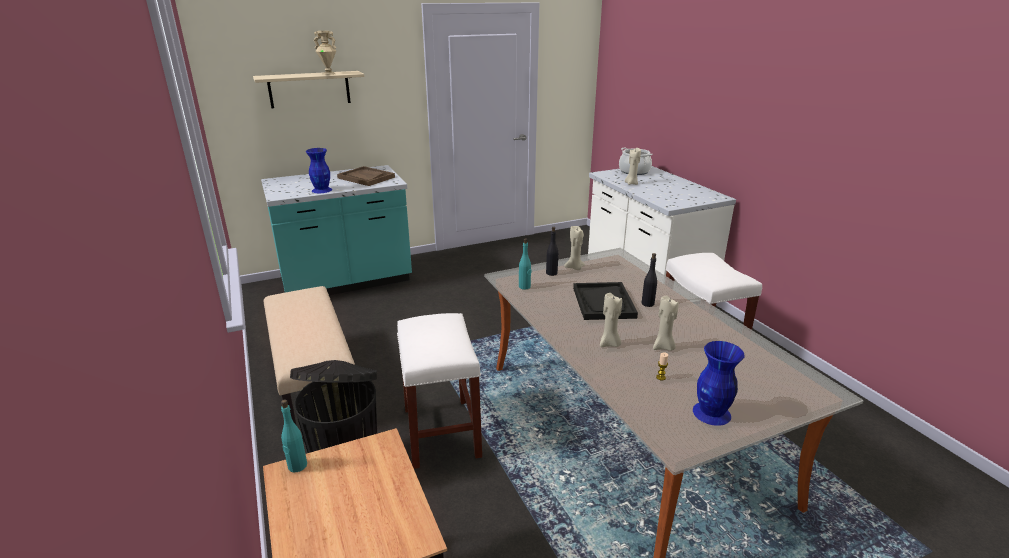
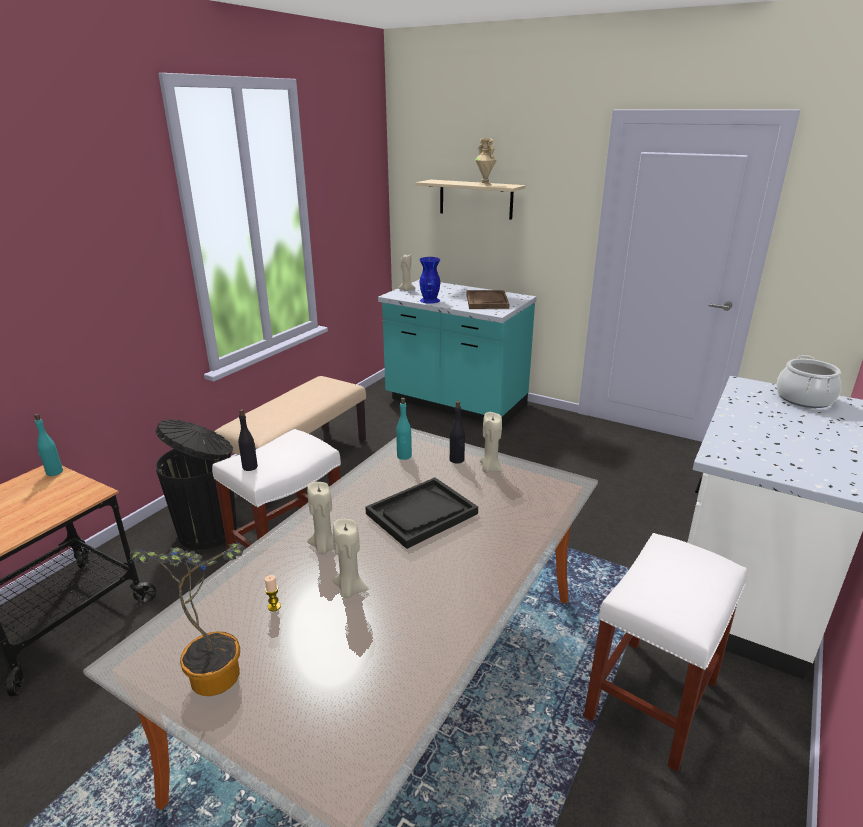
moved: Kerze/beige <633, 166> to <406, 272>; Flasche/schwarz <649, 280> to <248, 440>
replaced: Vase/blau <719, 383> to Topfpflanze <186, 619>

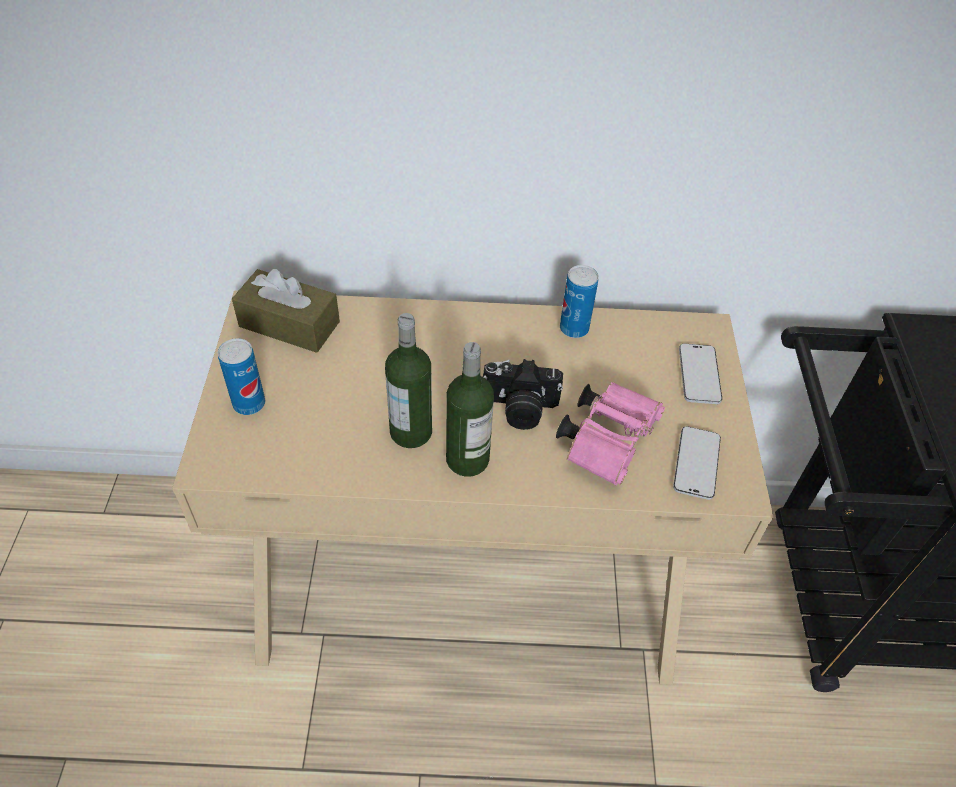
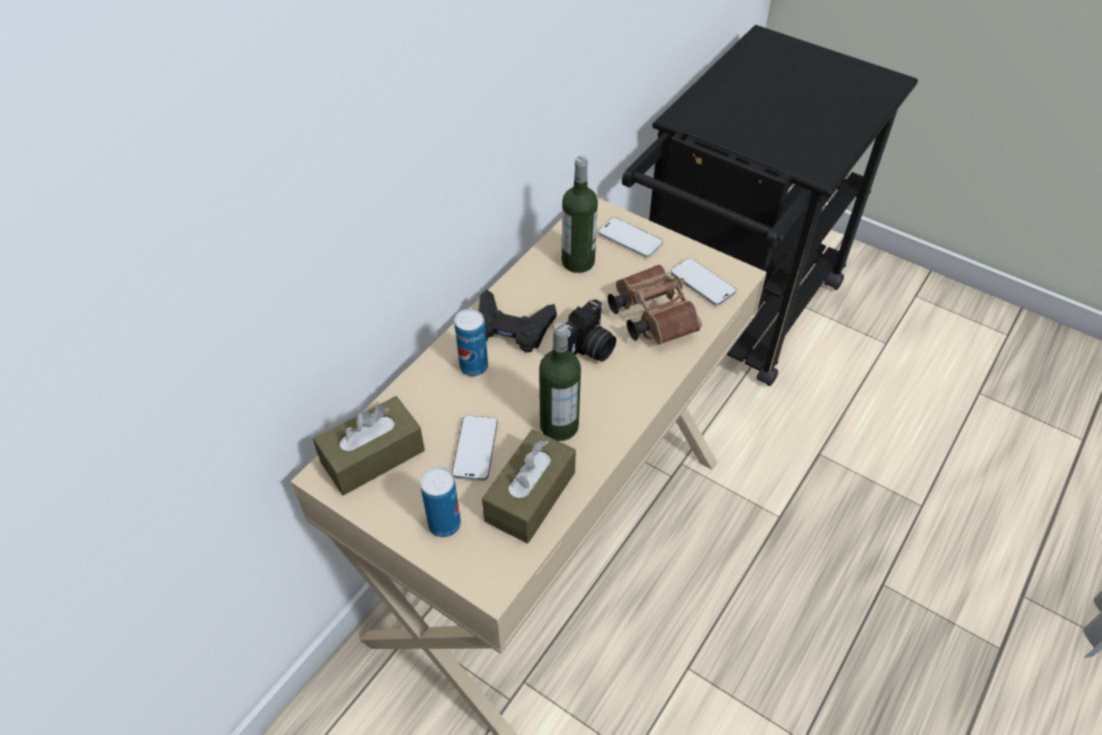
added: Gamepad/schwarz <517, 320>; Handy <475, 448>; Taschentuchbox/braun <529, 486>
moved: Dose <579, 301> to <471, 342>; Flasche <470, 409> to <580, 214>
recoloured: Fernglas/rosa <610, 434> to Fernglas/braun <655, 305>

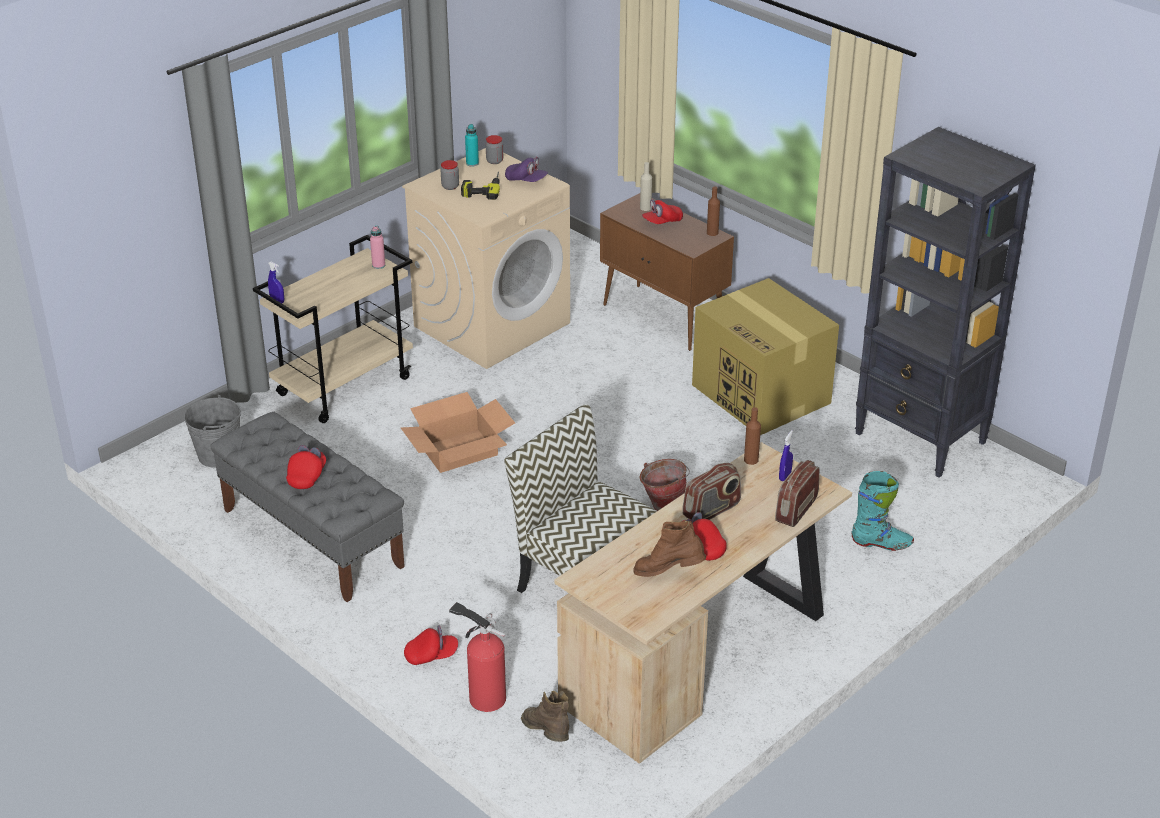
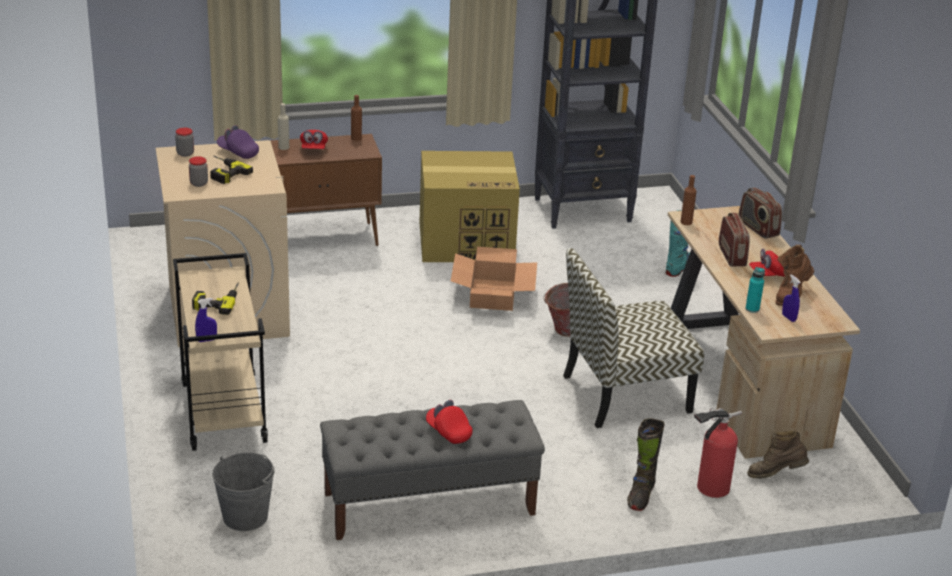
removed: Flasche/rosa <377, 247>
added: Bohrmaschine <215, 299>
moved: Flasche/türkis <472, 145> to <755, 290>; Karton <458, 432> to <494, 279>; Sprühflasche/blau <786, 455> to <791, 298>
replaced: Kappe/rot <431, 645> to Stiefel/schwarz <646, 464>
turned: Kappe/lila <526, 169> = <238, 142> 120 degrees counterclockwise

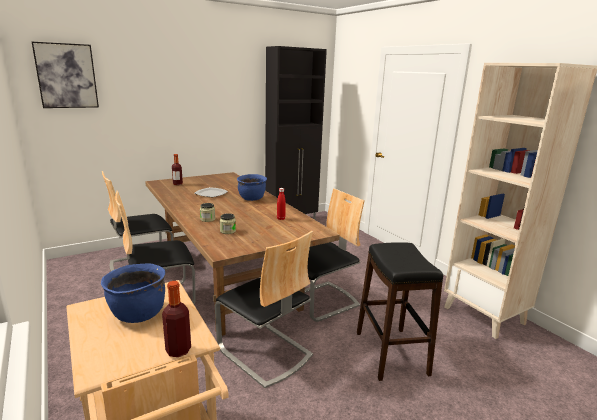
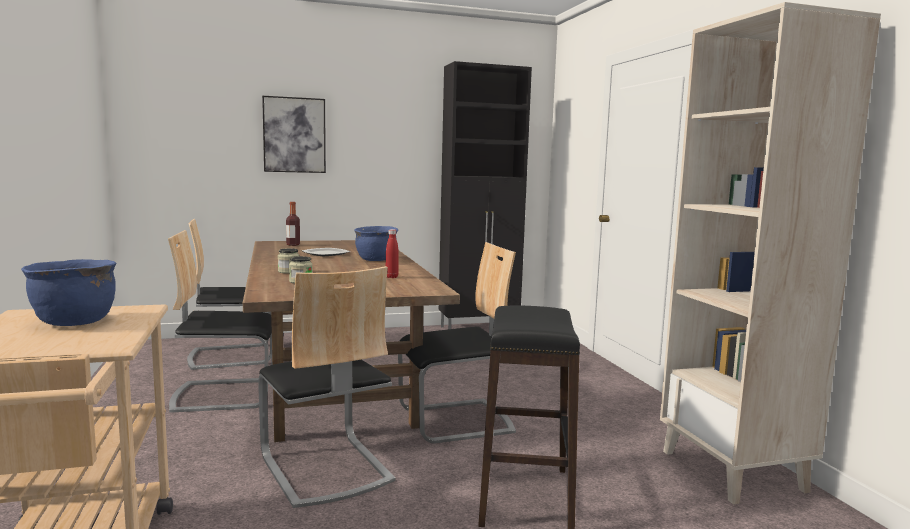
removed: Flasche <176, 319>
moved: Bild <65, 74> to <294, 134>

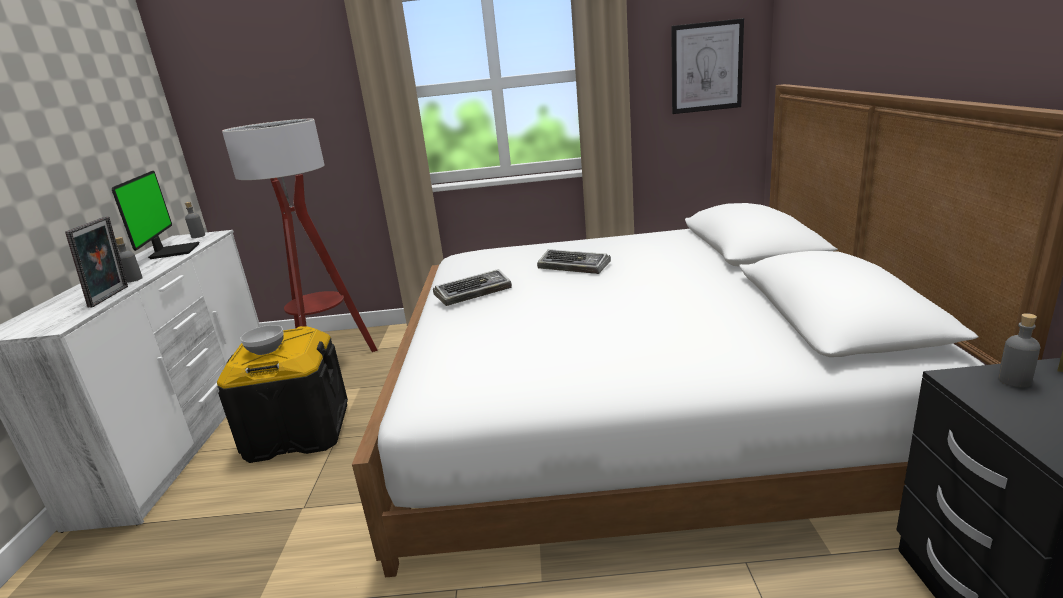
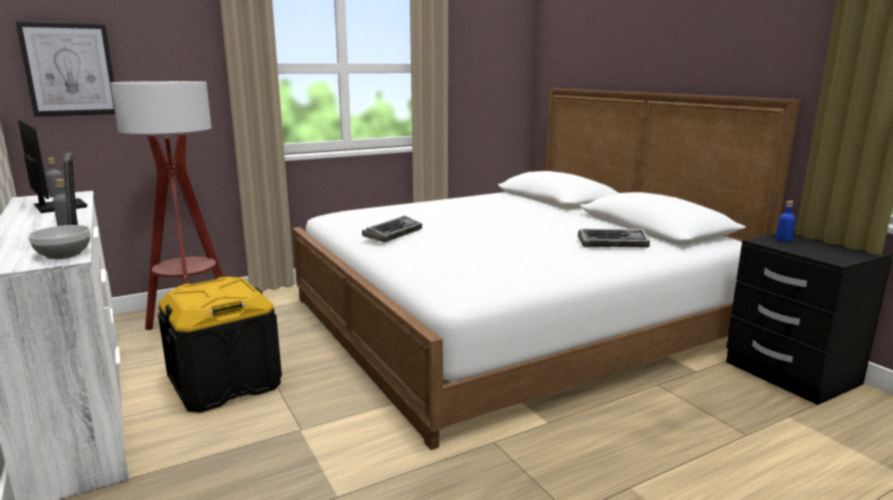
moved: Bild <707, 66> to <65, 69>; Tastatur <574, 261> to <614, 238>; Schüssel <262, 340> to <59, 242>
recoloured: Flasche/grau <1019, 350> to Flasche/blau <786, 221>

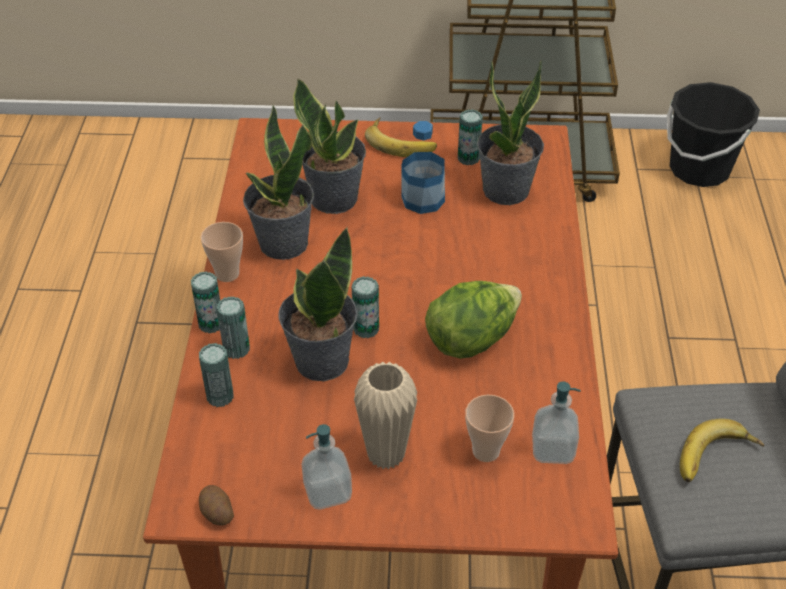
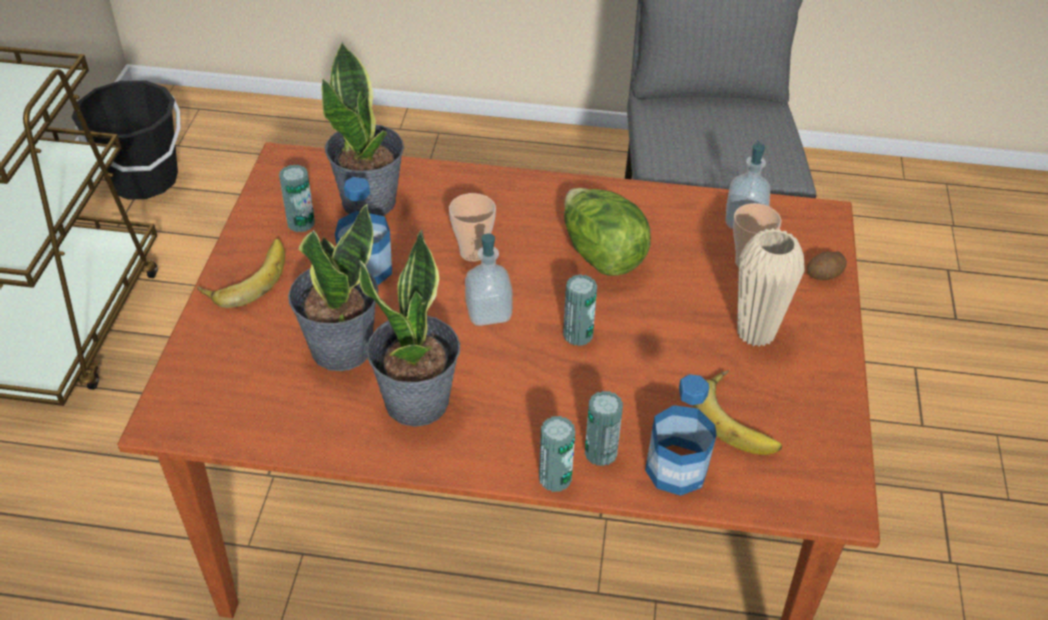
removed: Topfpflanze <318, 304>
moved: Tasse <222, 252> to <472, 227>; Banane <722, 450> to <737, 412>; Seifenspender <327, 467> to <489, 280>; Kartoffel <216, 505> to <827, 265>
replaced: Dose <216, 375> to Flasche <681, 435>

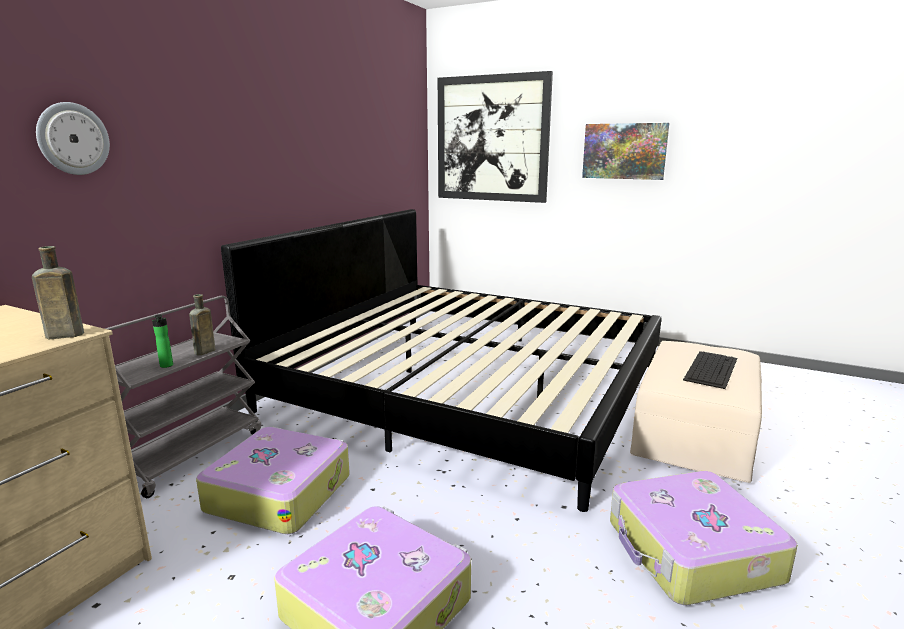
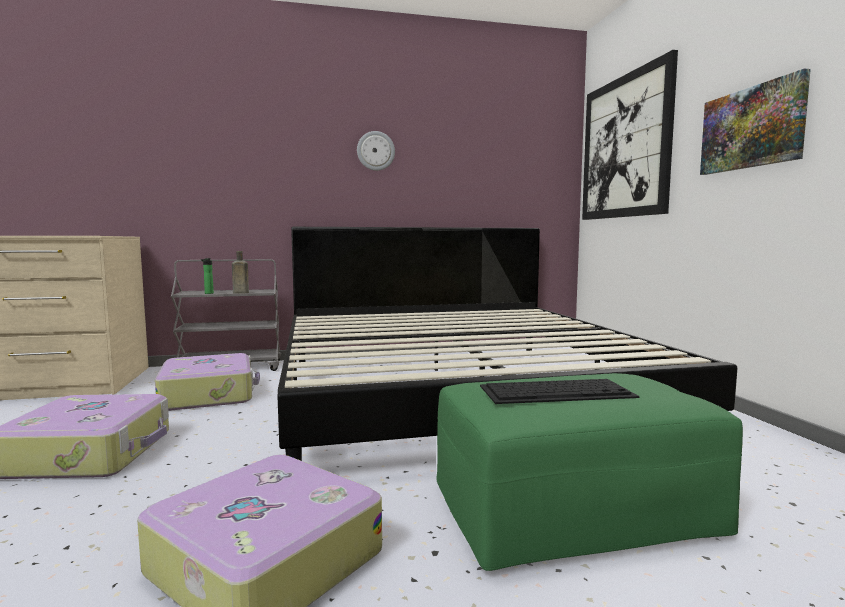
removed: Flasche/braun <58, 292>
moved: Wanduhr <73, 138> to <376, 151>
recoloured: Polsterhocker/beige <696, 412> to Polsterhocker/grün <589, 472>

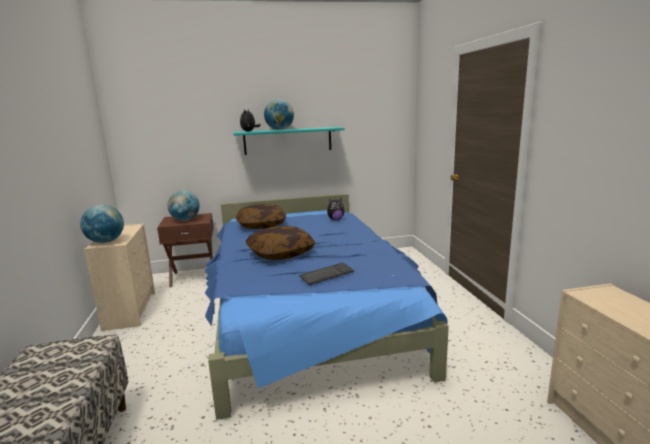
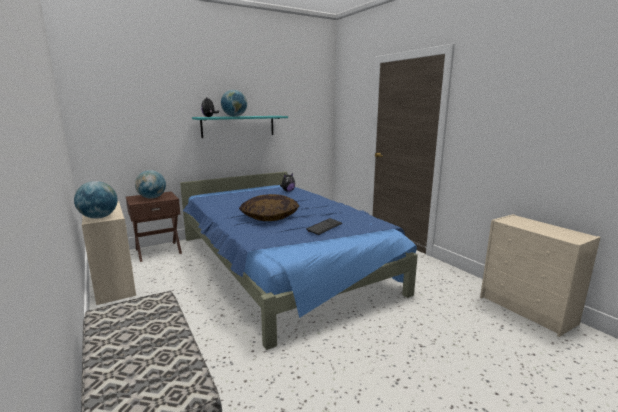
removed: Kissen <261, 216>

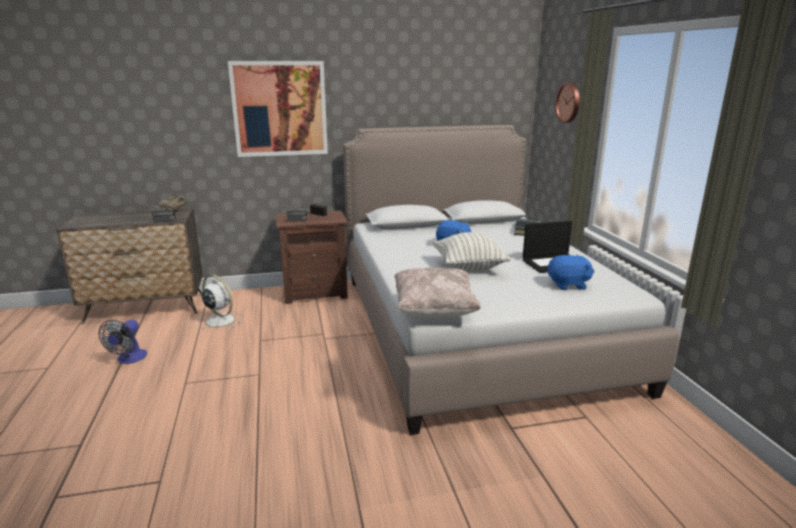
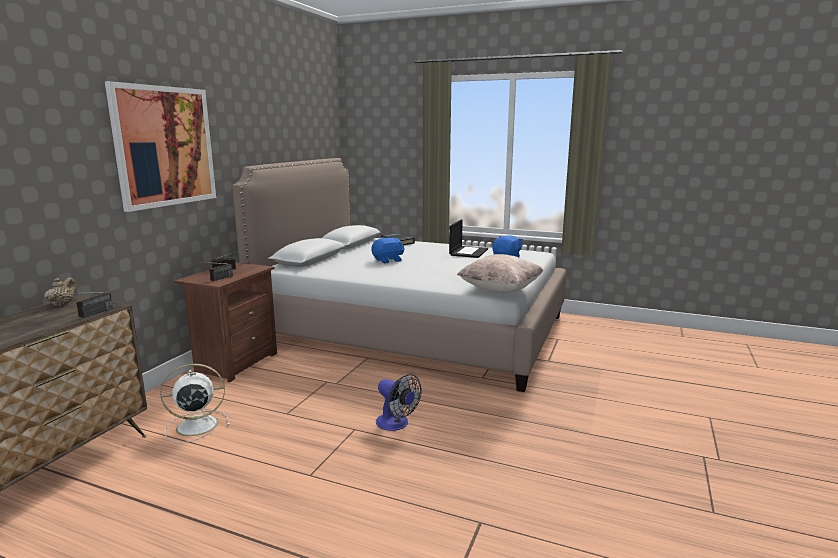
removed: Wanduhr <567, 103>; Kissen <472, 252>
moved: Ventilator <122, 342> to <398, 402>

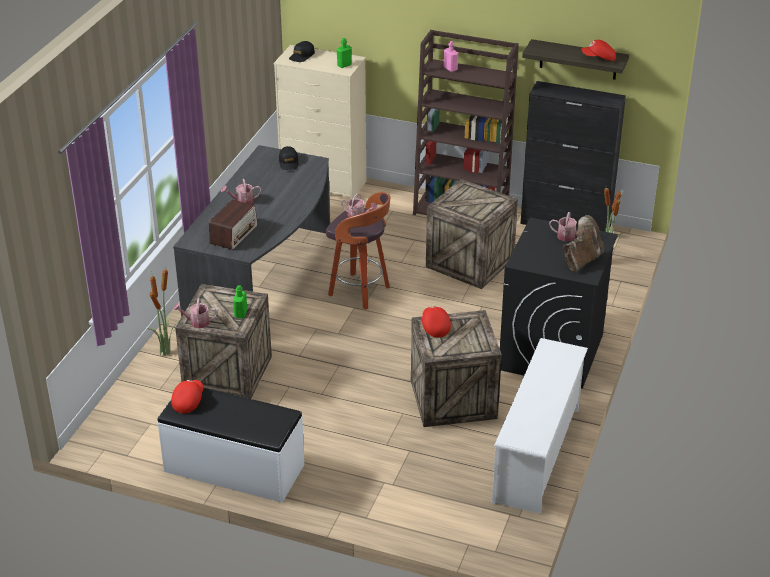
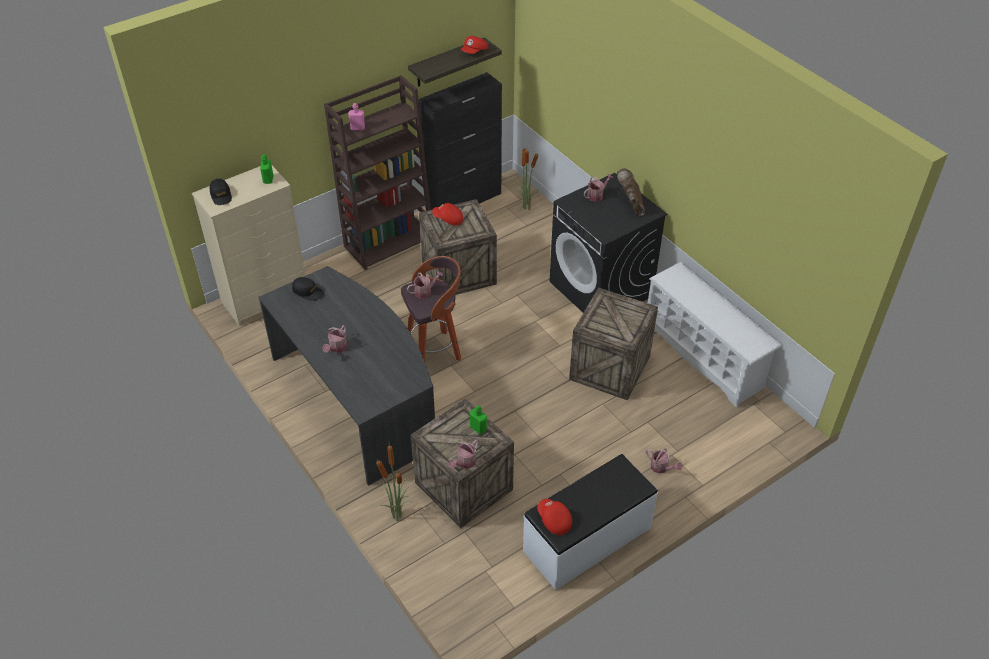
removed: Radio <233, 225>
added: Gießkanne <664, 461>
moved: Kappe/rot <436, 322> to <447, 214>

